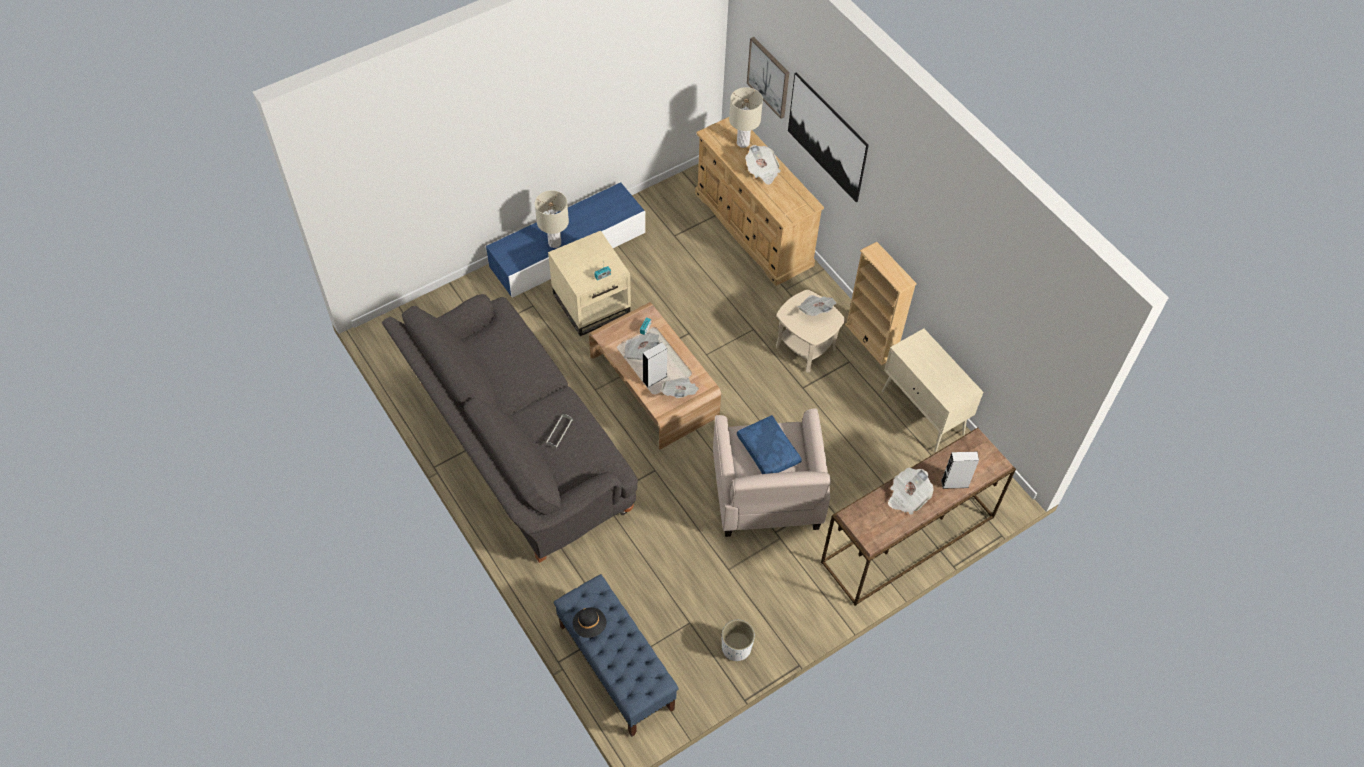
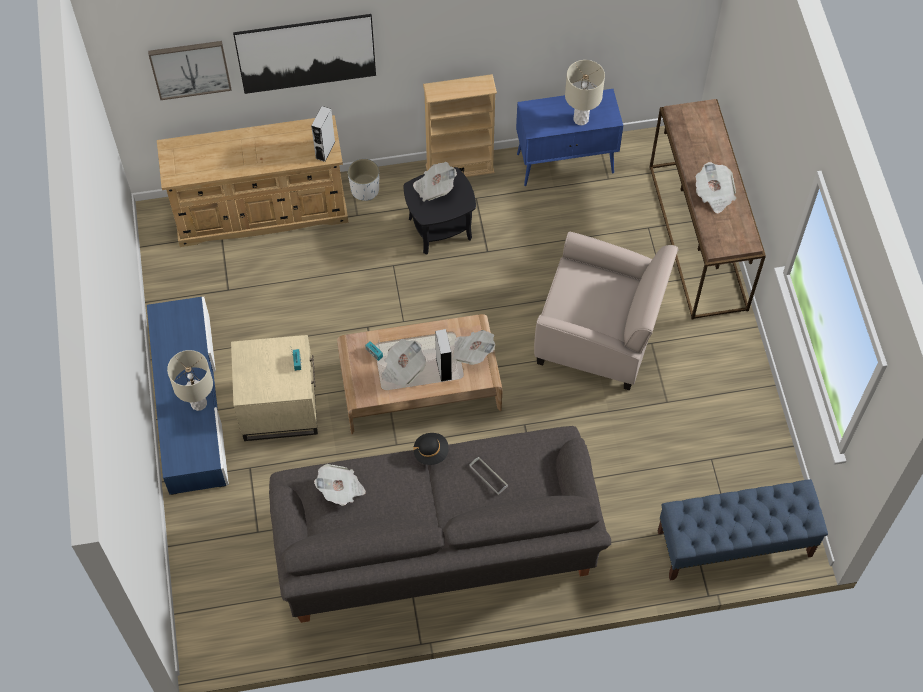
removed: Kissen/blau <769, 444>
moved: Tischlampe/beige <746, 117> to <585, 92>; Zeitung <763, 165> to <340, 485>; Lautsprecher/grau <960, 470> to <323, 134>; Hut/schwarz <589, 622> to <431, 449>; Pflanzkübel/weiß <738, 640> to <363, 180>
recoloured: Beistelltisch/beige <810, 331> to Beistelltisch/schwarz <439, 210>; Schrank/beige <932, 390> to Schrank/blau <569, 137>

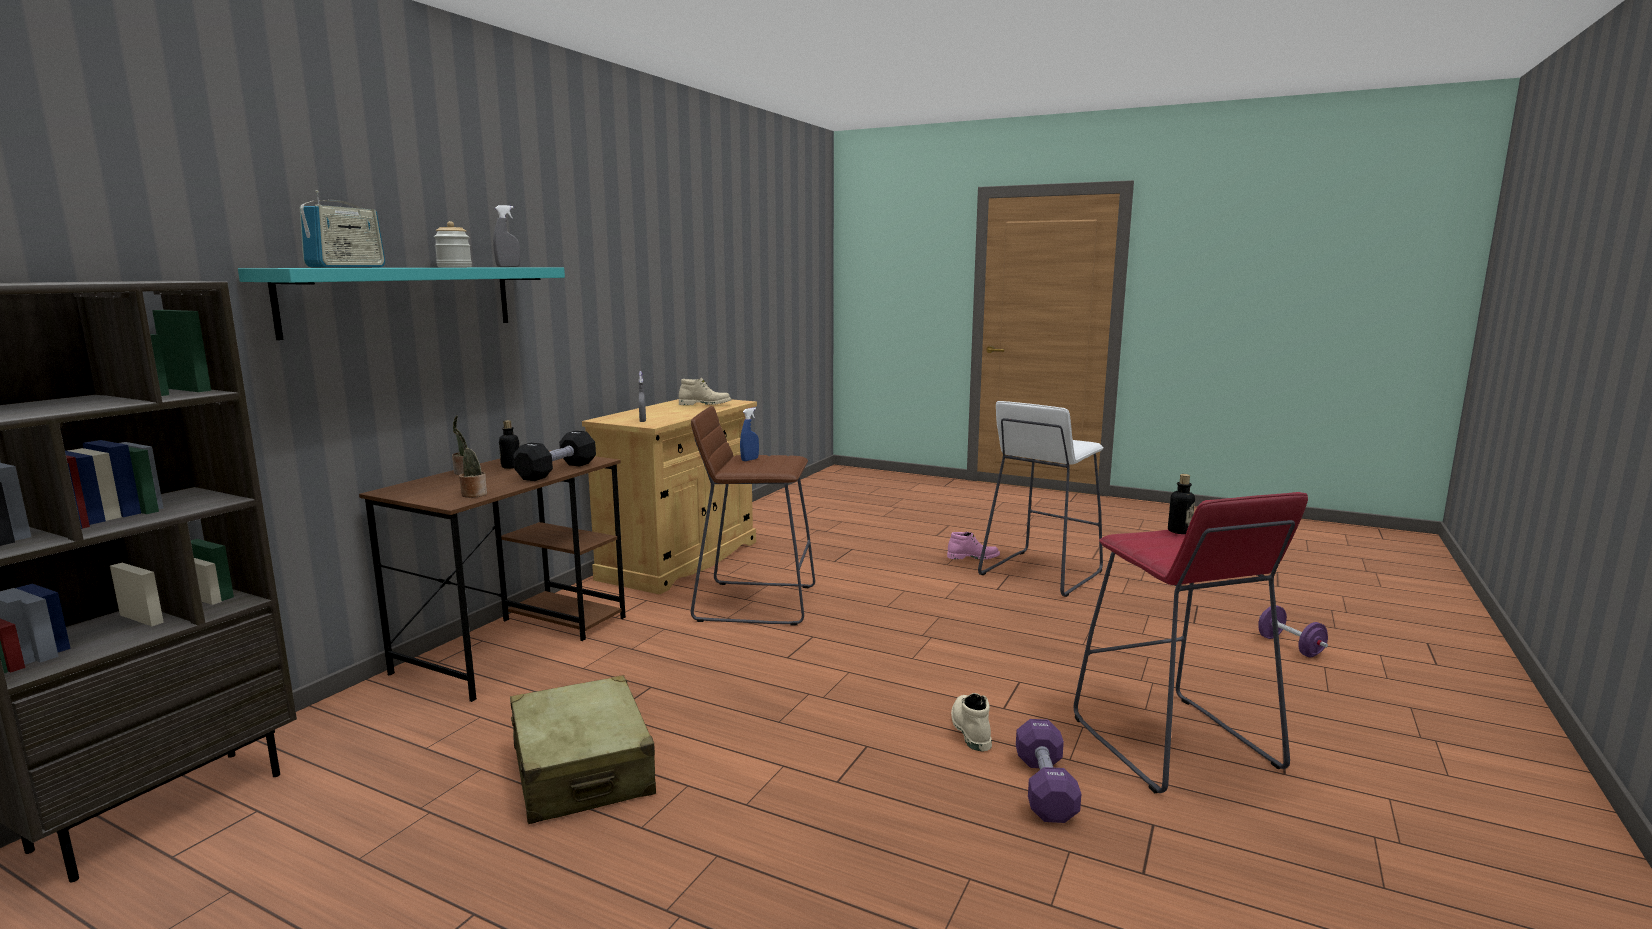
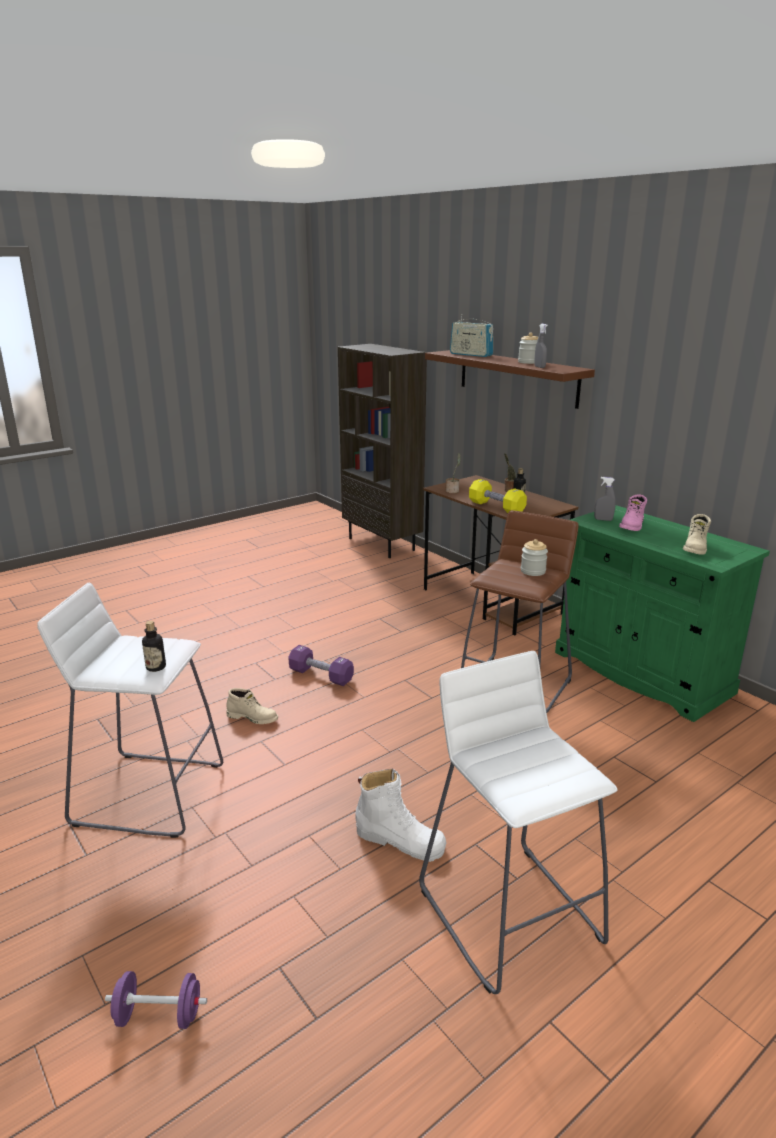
removed: Koffer/beige <583, 749>
added: Stiefel/weiß <401, 815>
moved: Stiefel/rosa <973, 545> to <633, 512>; Hantel/lila <1048, 771> to <321, 665>
replaced: Sprühflasche/blau <749, 434> to Vorratsglas <534, 557>
recoloured: Wandregal/türkis <401, 303> to Wandregal/braun <510, 379>; Schrank/beige <669, 496> to Schrank/grün <662, 613>; Hantel/schwarz <554, 456> to Hantel/gelb <498, 496>; Hocker/rot <1191, 642> to Hocker/weiß <130, 710>

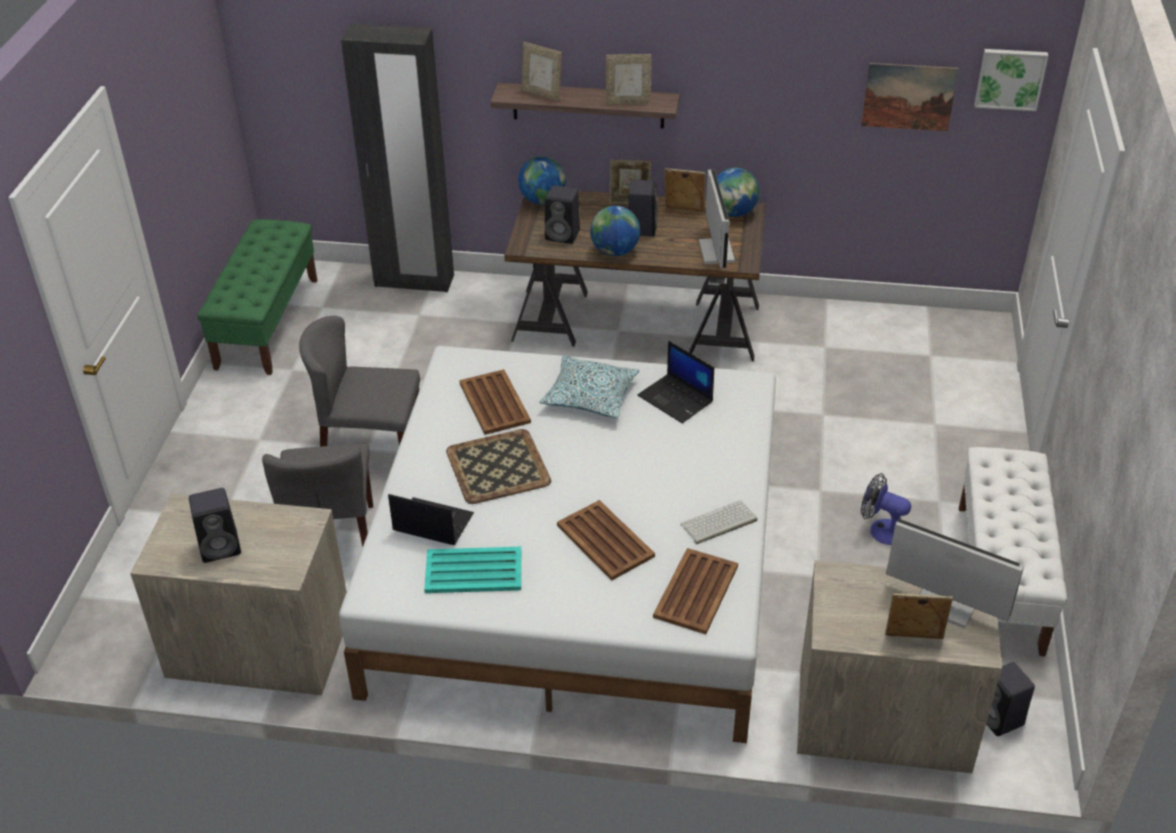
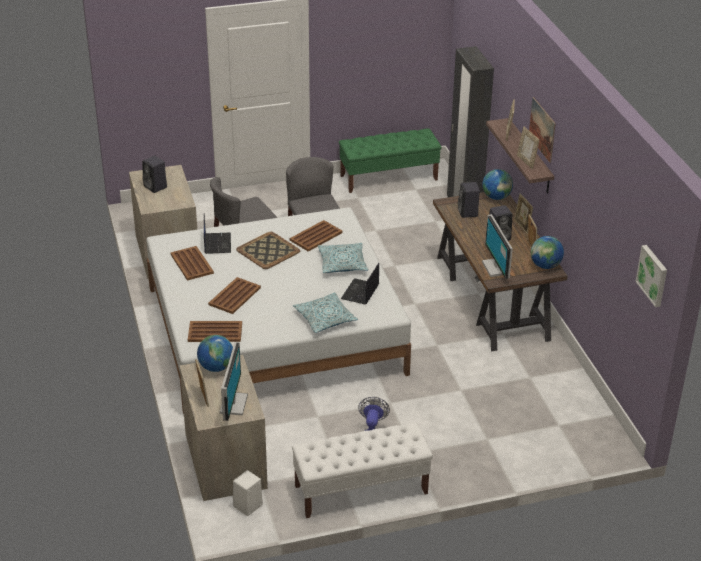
removed: Tastatur <718, 522>
added: Kissen <325, 312>
moved: Bild <910, 97> to <542, 130>; Globus <615, 231> to <215, 353>
recoloured: Tablett/türkis <472, 570> to Tablett/braun <192, 263>; Lautsprecher/schwarz <1010, 699> to Lautsprecher/weiß <248, 493>
turned: Monitor <717, 218> = <497, 246> 105 degrees clockwise

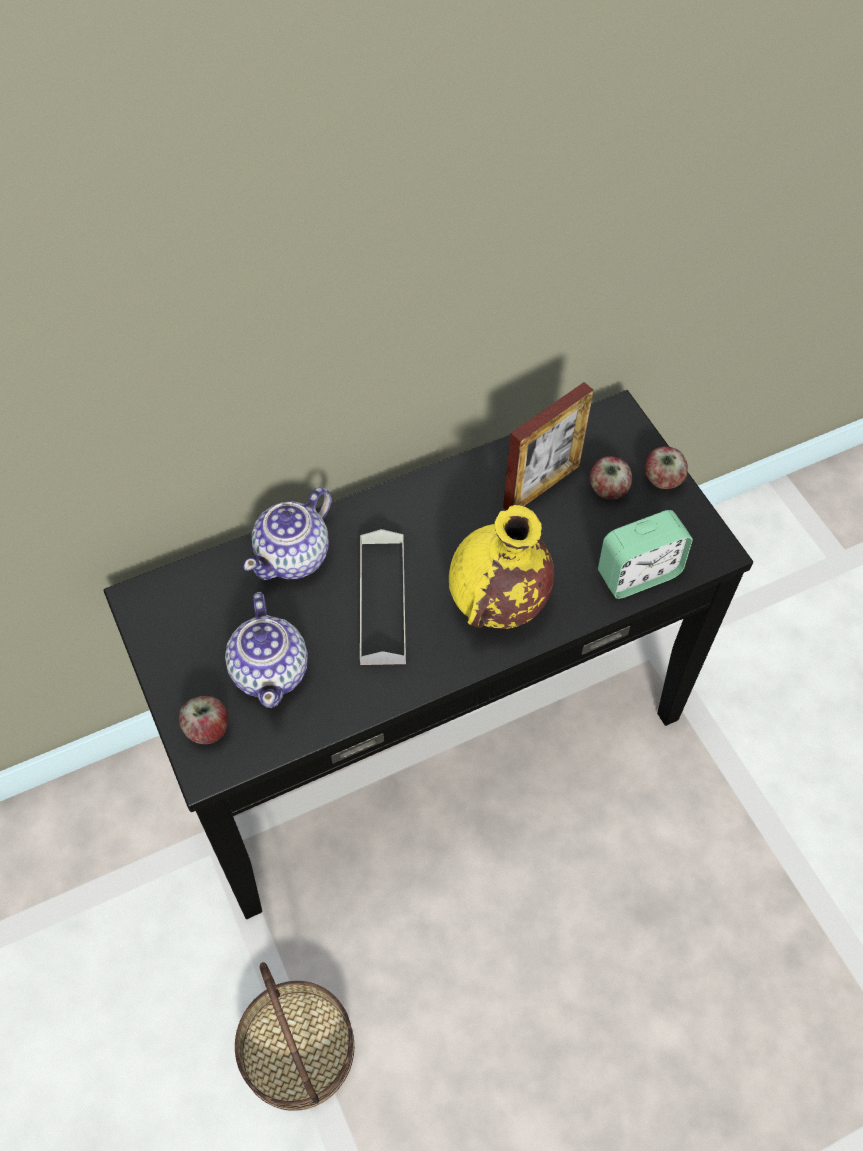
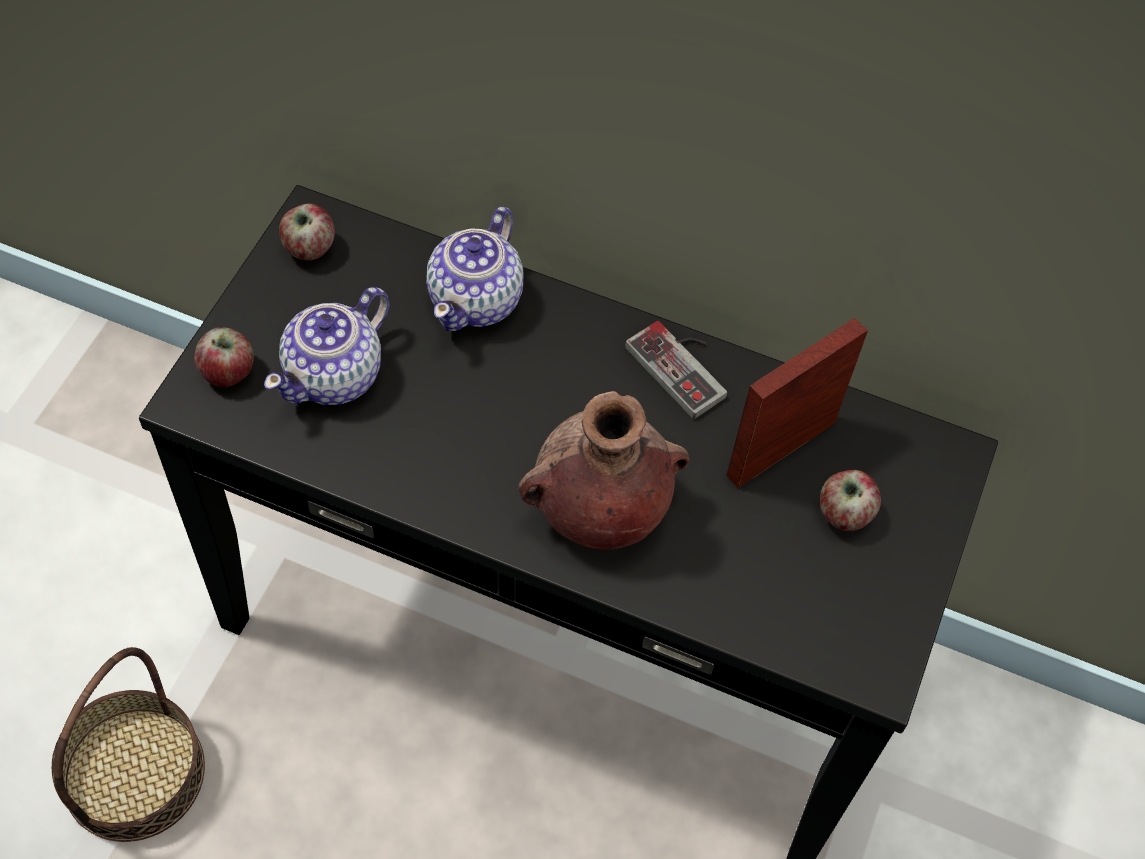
removed: Wecker <645, 554>; Tablett/grau <383, 597>
added: Gamepad <676, 370>
moved: Apfel <666, 467> to <307, 232>
recoloured: Vase/gelb <501, 567> to Vase/braun <604, 470>
turned: Bilderrahmen <548, 446> = <797, 403> 135 degrees clockwise; Teekanne <288, 534> = <474, 269> 60 degrees counterclockwise

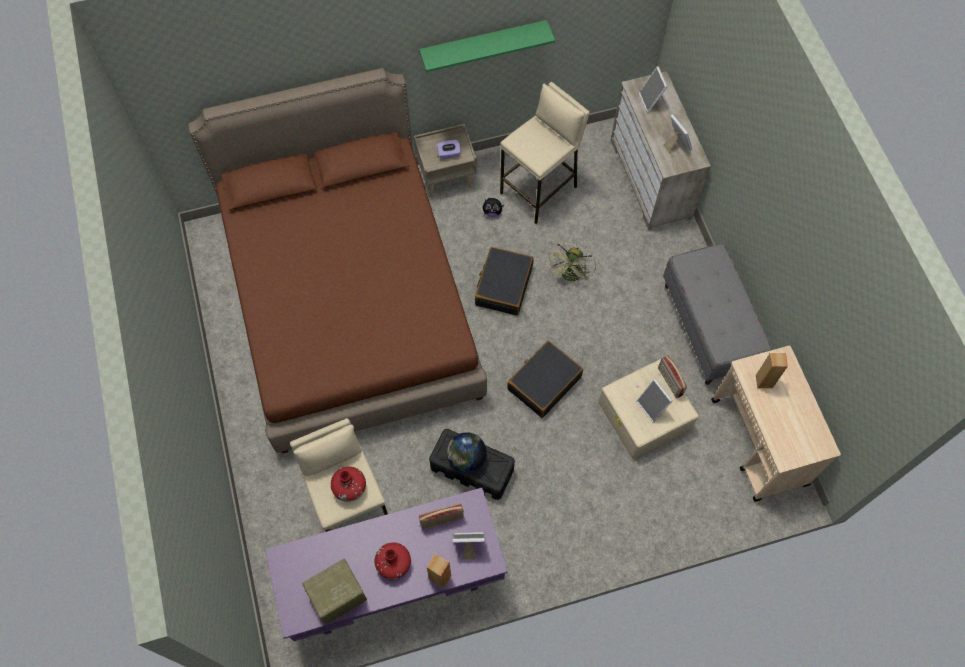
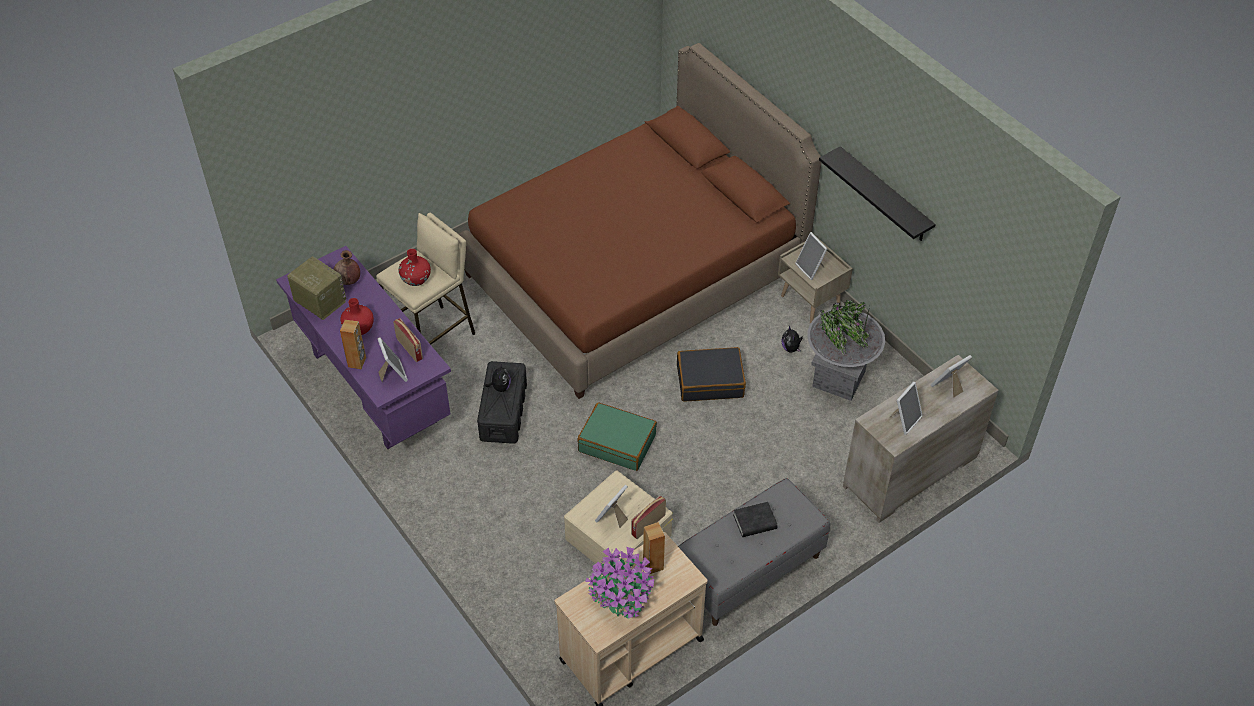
removed: Ventilator/grün <571, 263>
added: Vase/braun <346, 267>; Buch/schwarz <755, 519>; Topfpflanze <619, 583>
replaced: Hocker/beige <545, 153> to Pflanzkübel/grau <846, 350>; Taschentuchbox/lila <448, 149> to Bilderrahmen <811, 256>; Globus <467, 452> to Plüschtier <498, 378>
recoloured: Wandregal/grün <487, 46> to Wandregal/schwarz <877, 193>; Koffer/schwarz <545, 379> to Koffer/grün <617, 437>

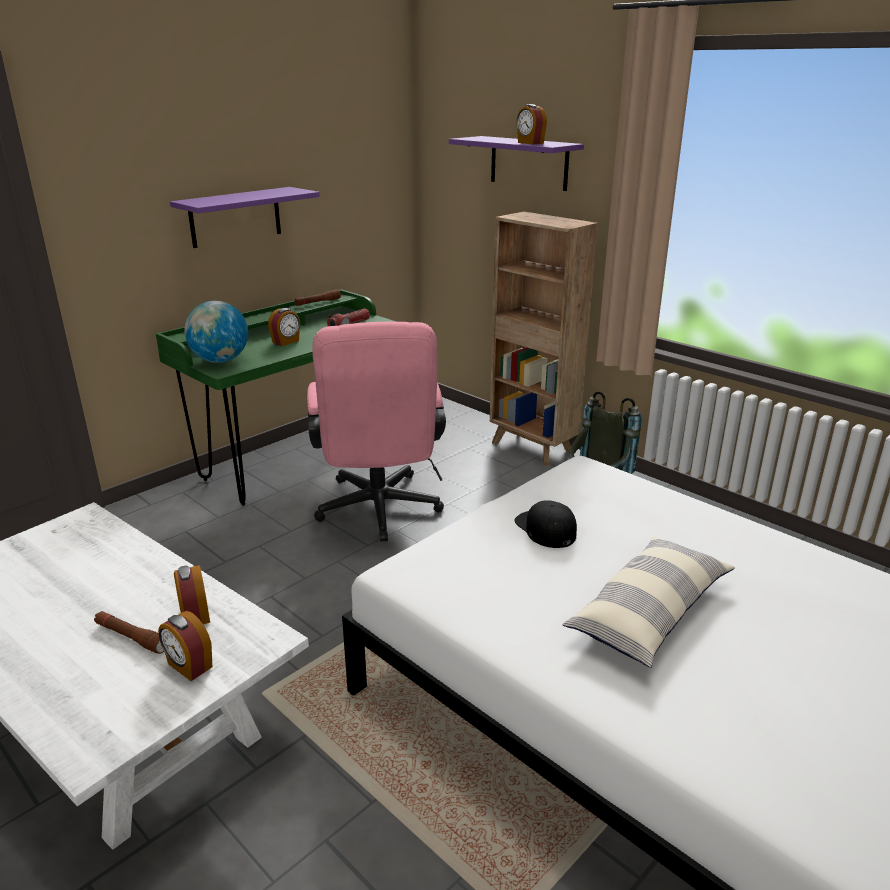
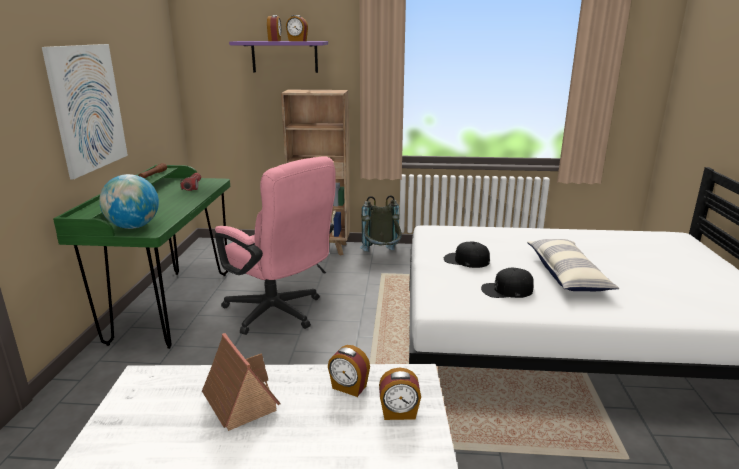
removed: Taschenlampe/braun <129, 632>
added: Kappe/schwarz <507, 283>; Spielzeughaus <241, 382>
moved: Wecker <284, 327> to <274, 28>
replaced: Wandregal/lila <245, 217> to Bild <85, 112>

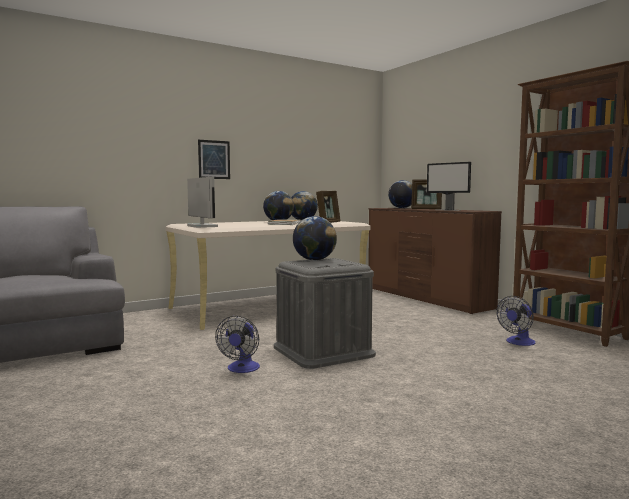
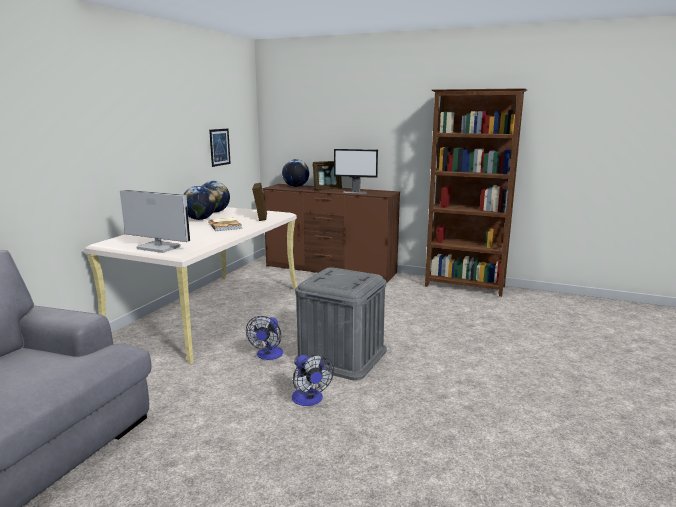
removed: Globus <315, 238>
moved: Bild <214, 159> to <220, 148>; Ventilator <515, 321> to <264, 338>

